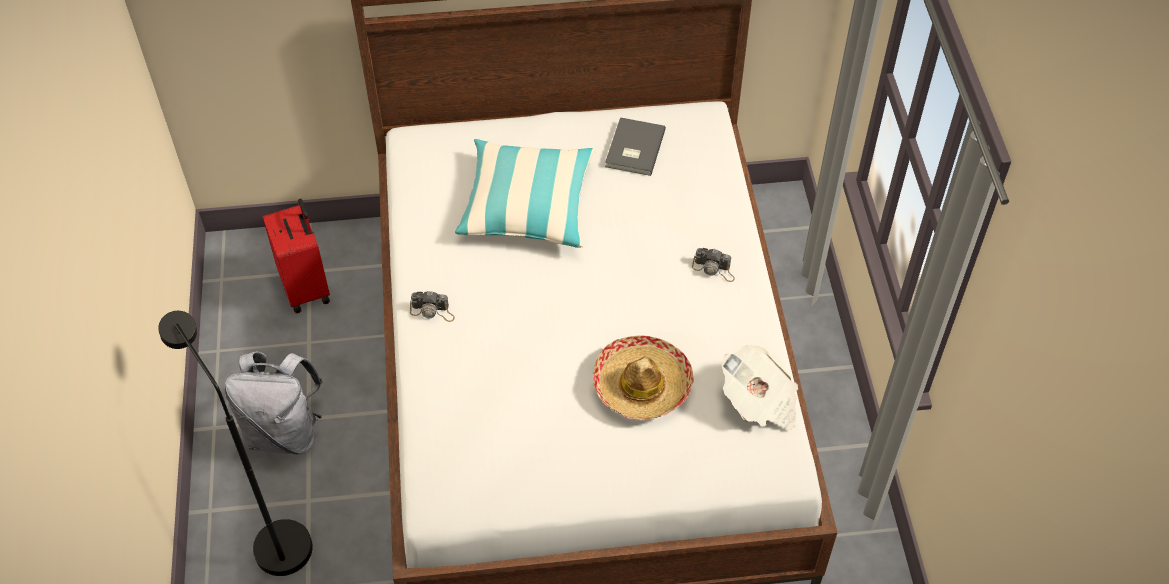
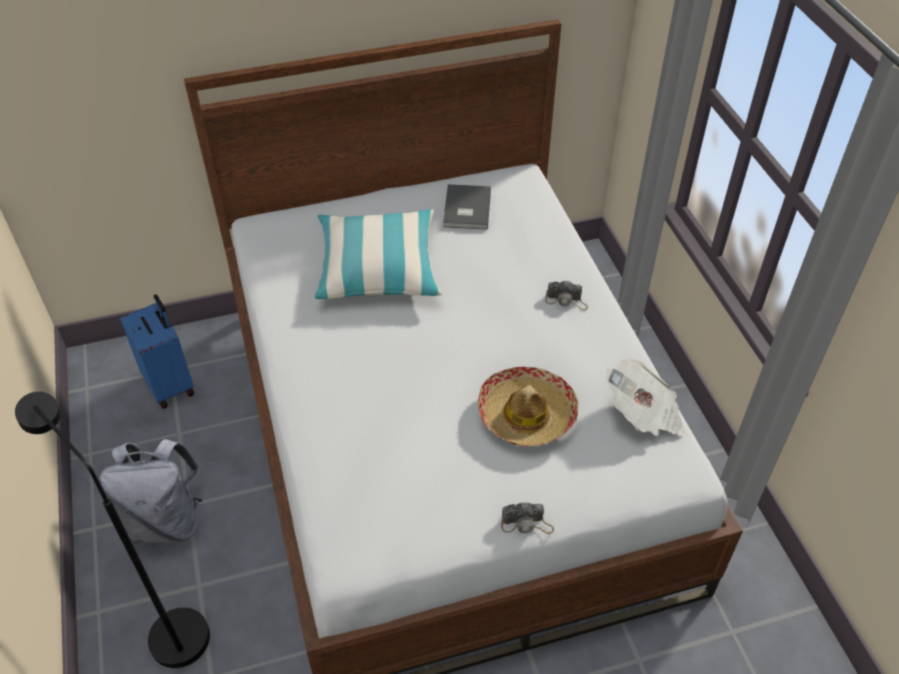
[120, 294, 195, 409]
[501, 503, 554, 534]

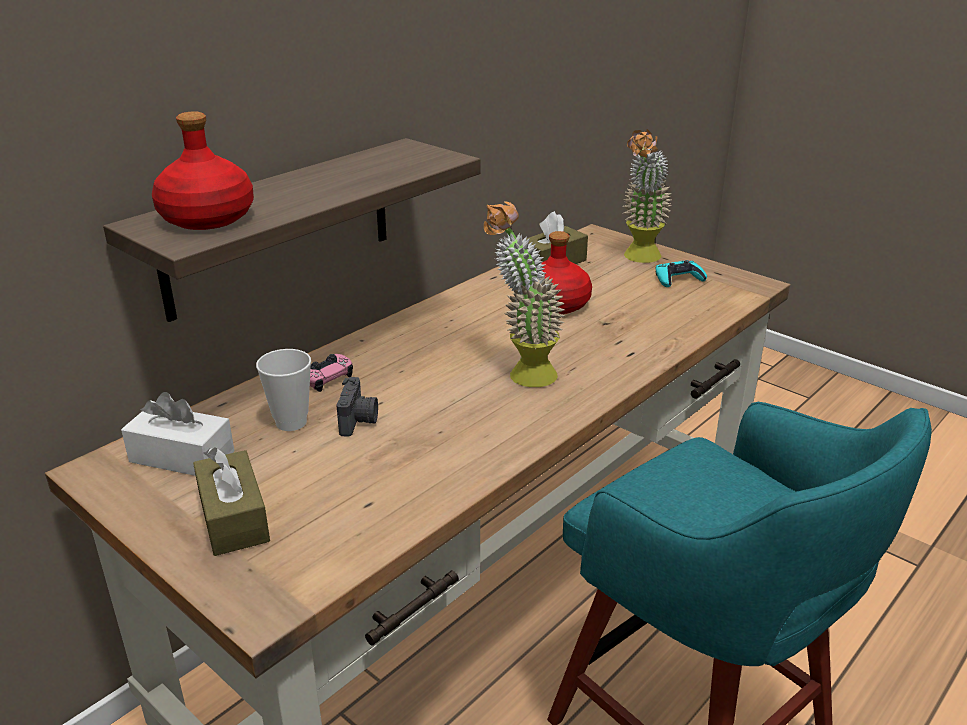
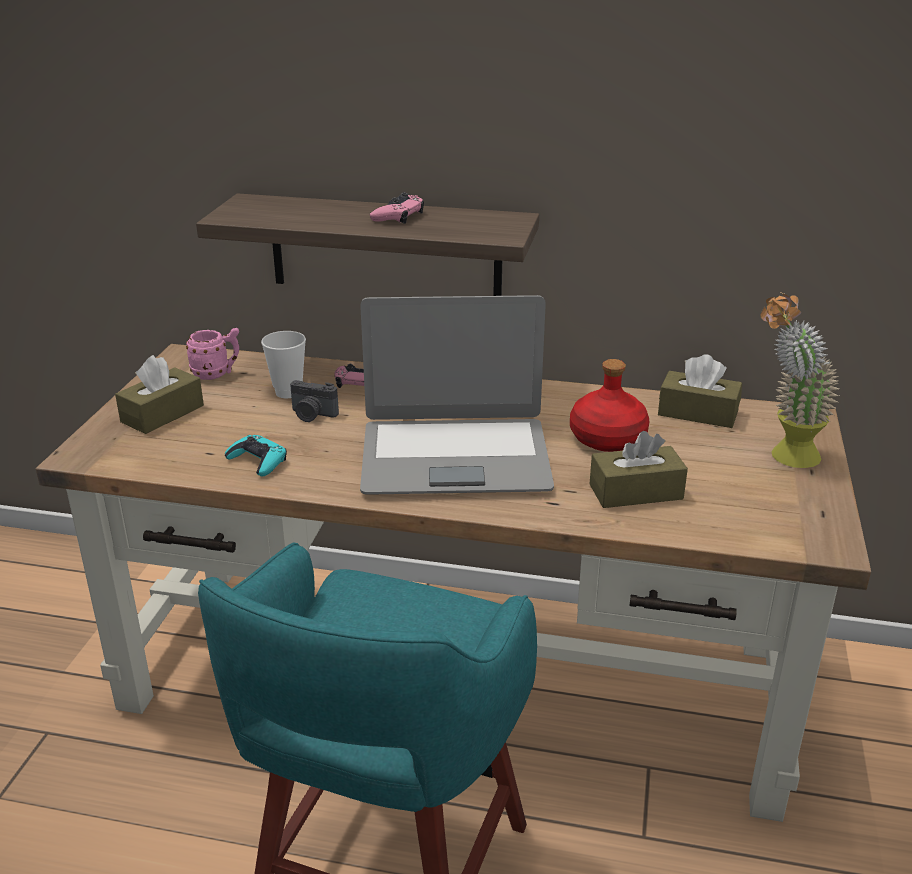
[186, 328, 239, 380]
[225, 435, 287, 476]
[290, 380, 339, 422]
[360, 295, 554, 495]
[370, 192, 424, 224]
[590, 431, 688, 508]
[152, 111, 254, 230] (first image)

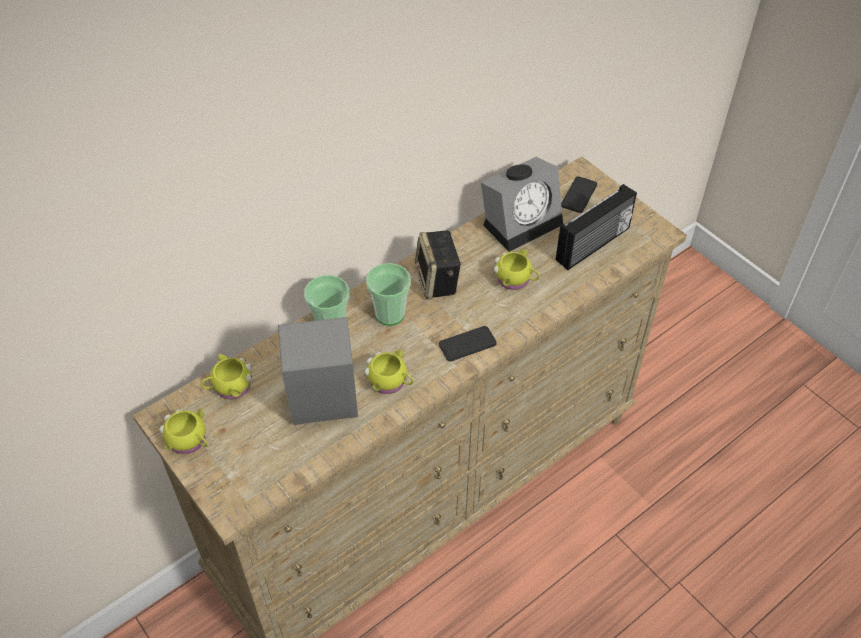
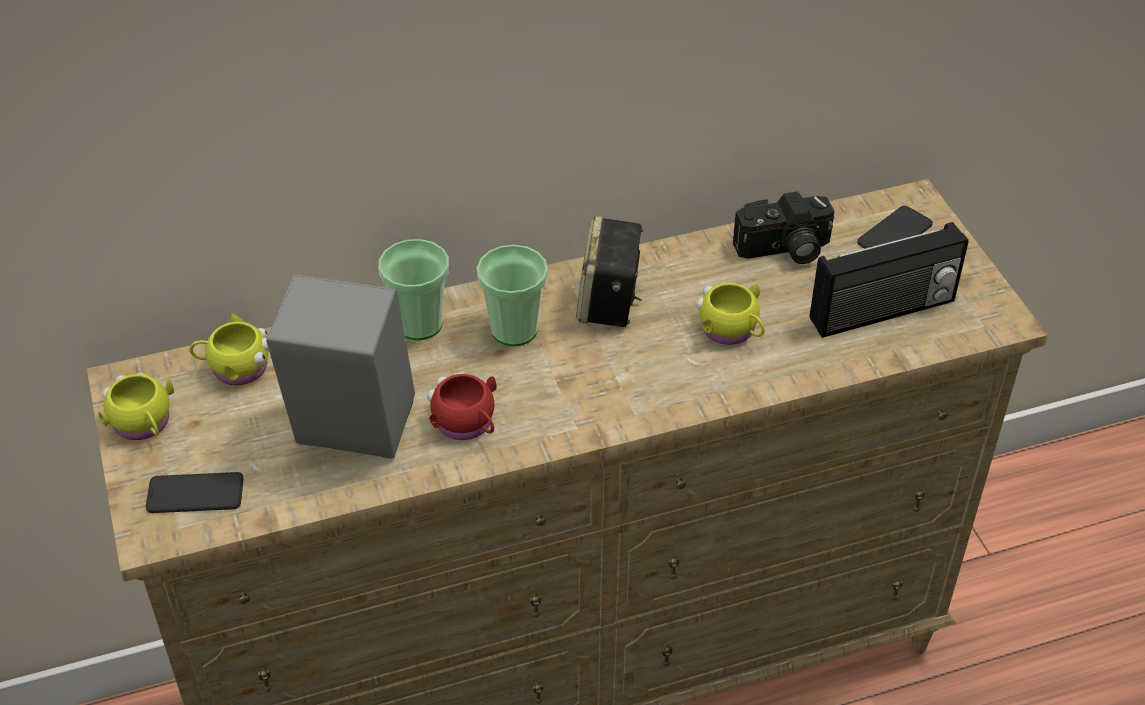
[146, 472, 244, 513]
[427, 373, 497, 440]
[733, 191, 834, 264]

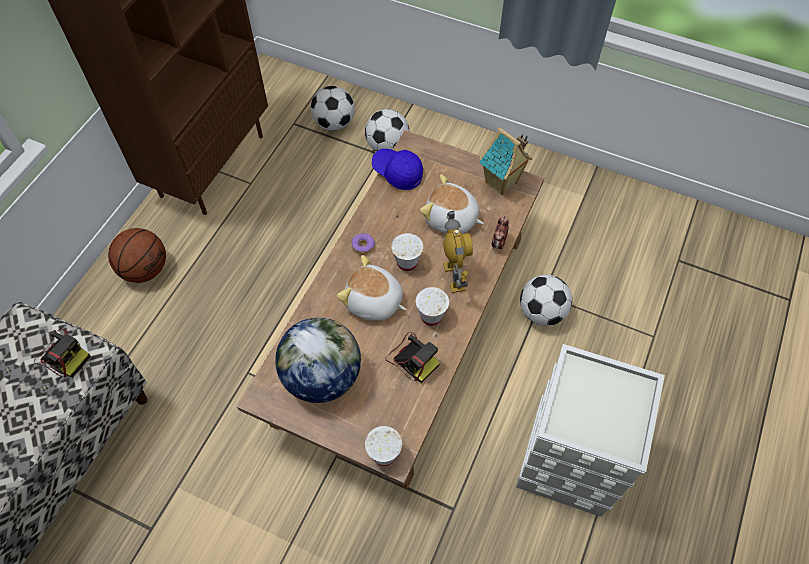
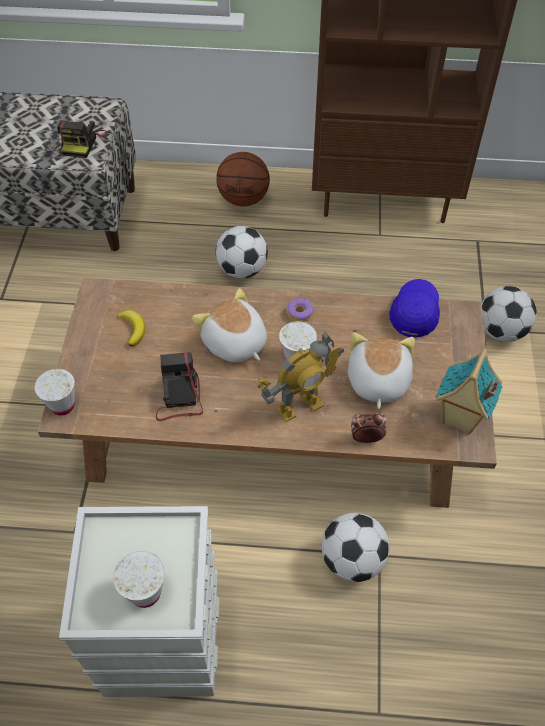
[113, 551, 165, 608]
[117, 310, 145, 347]
[156, 352, 203, 421]
[192, 288, 267, 363]
[216, 226, 268, 279]

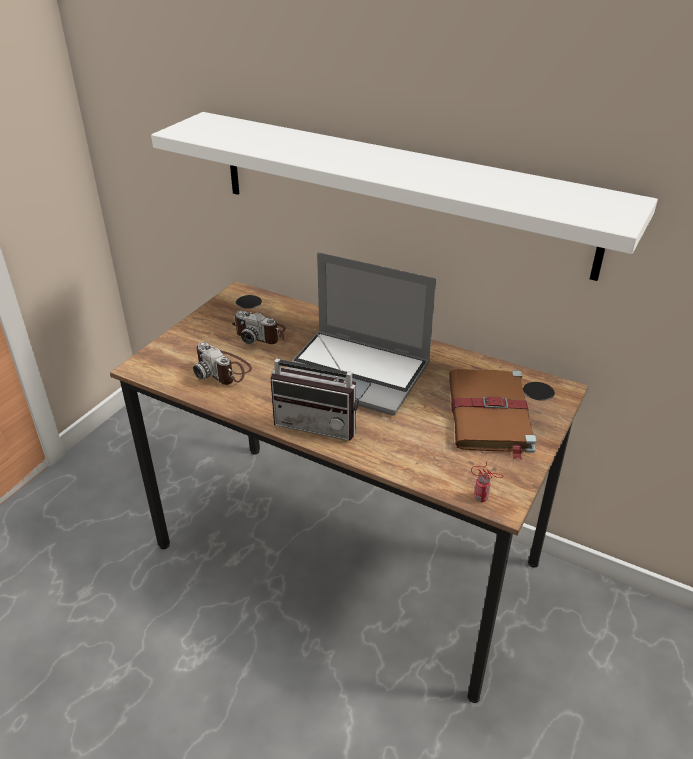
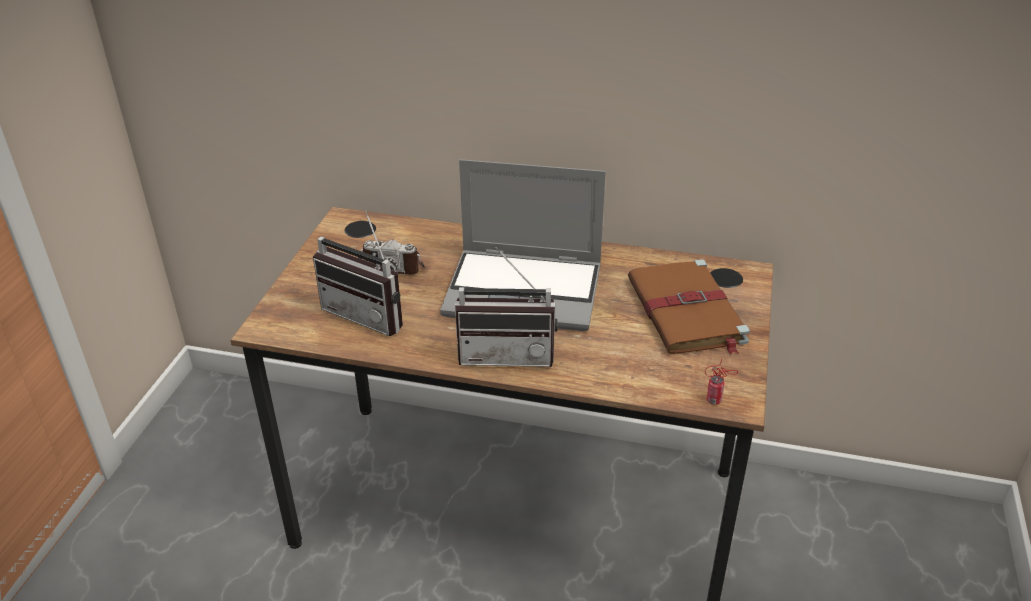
[313, 210, 403, 336]
[151, 112, 658, 281] (first image)

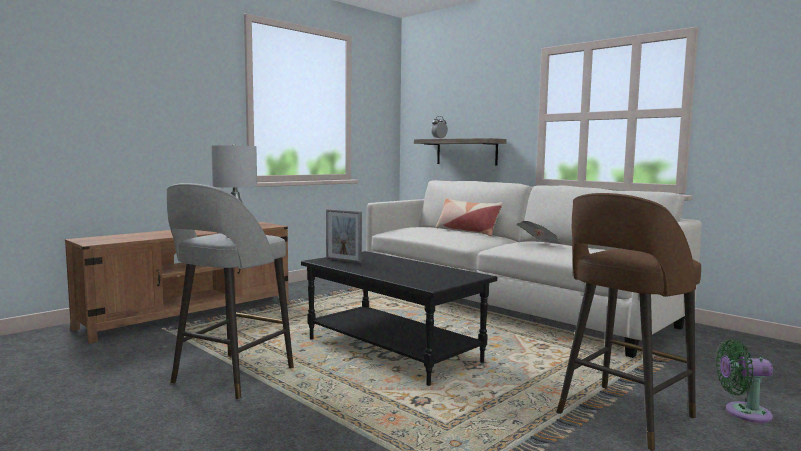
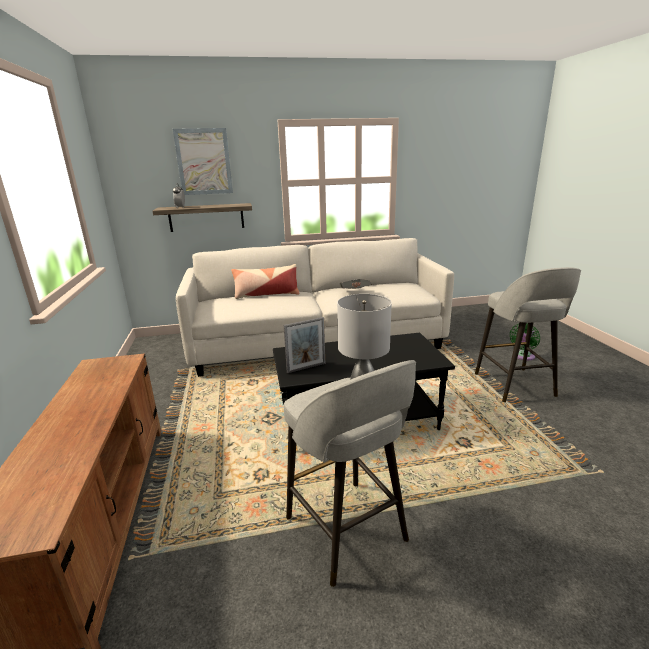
[173, 128, 233, 195]
[475, 267, 581, 402]

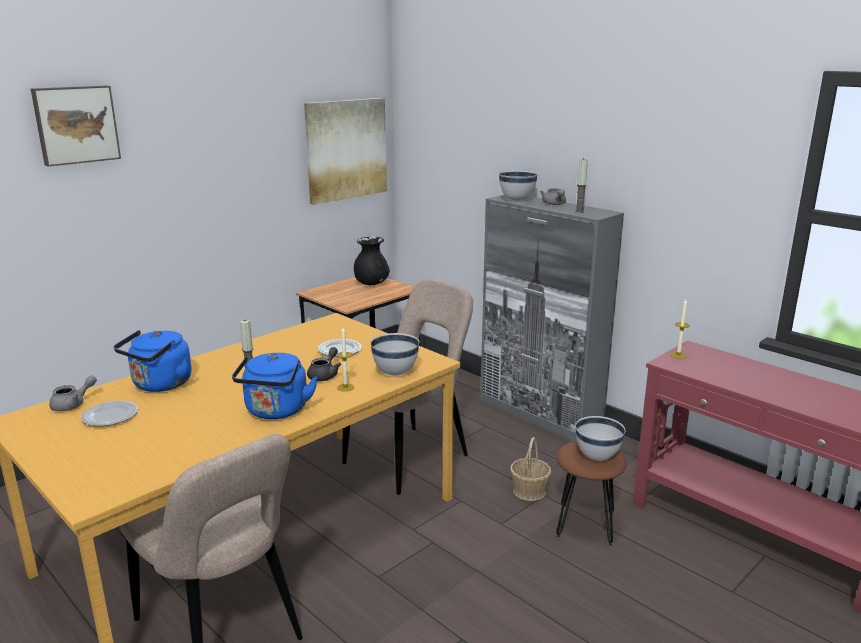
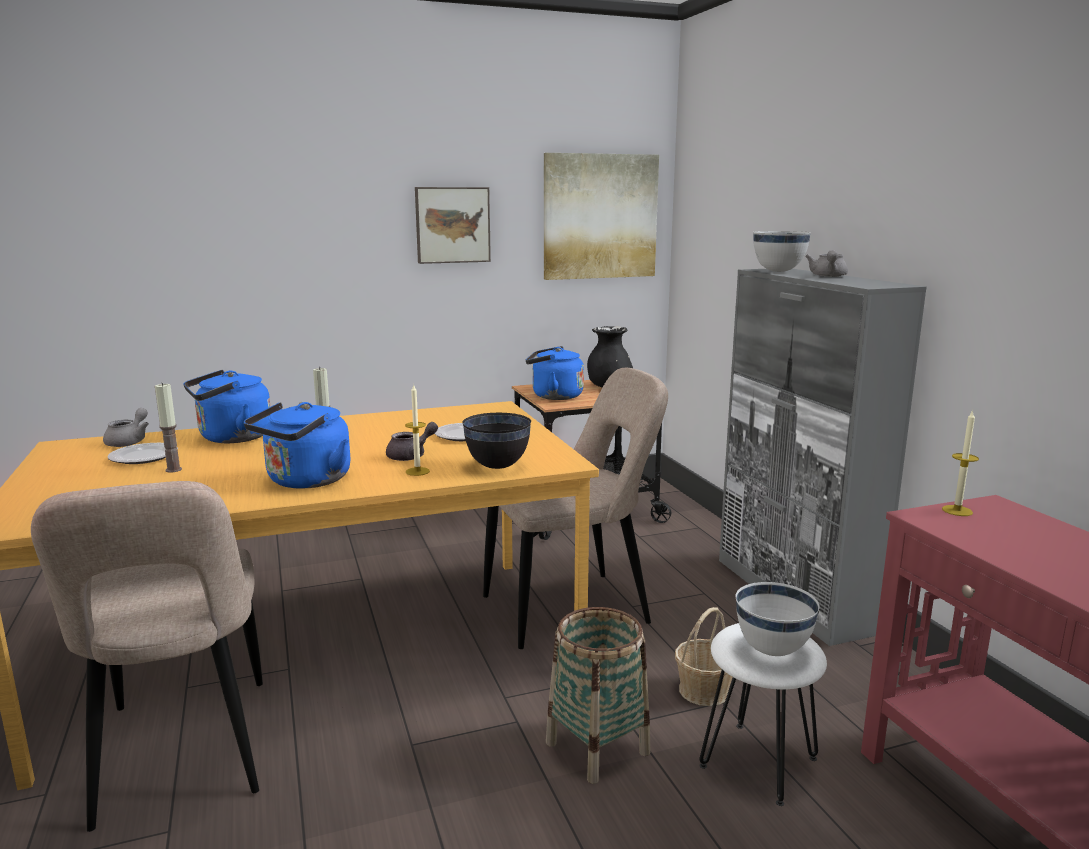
[103, 408, 149, 447]
[155, 383, 182, 473]
[415, 187, 491, 264]
[462, 413, 531, 469]
[526, 346, 584, 400]
[546, 607, 651, 784]
[699, 623, 827, 806]

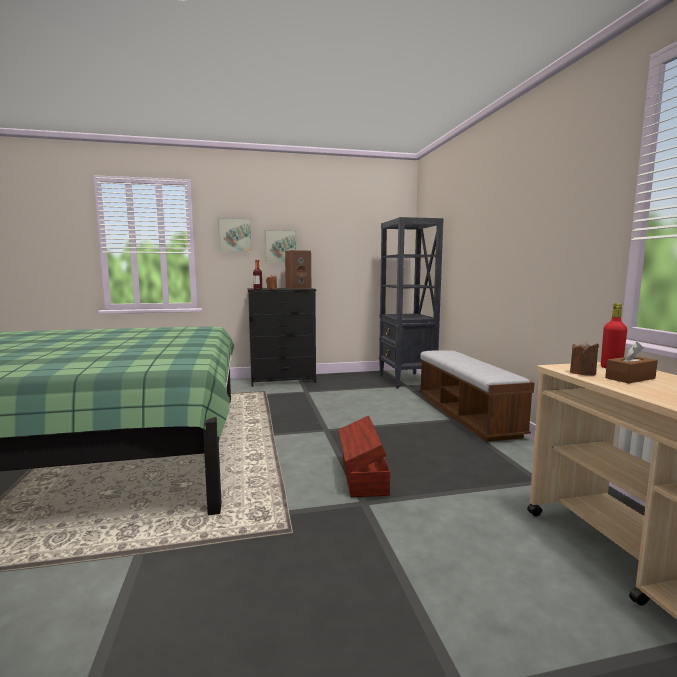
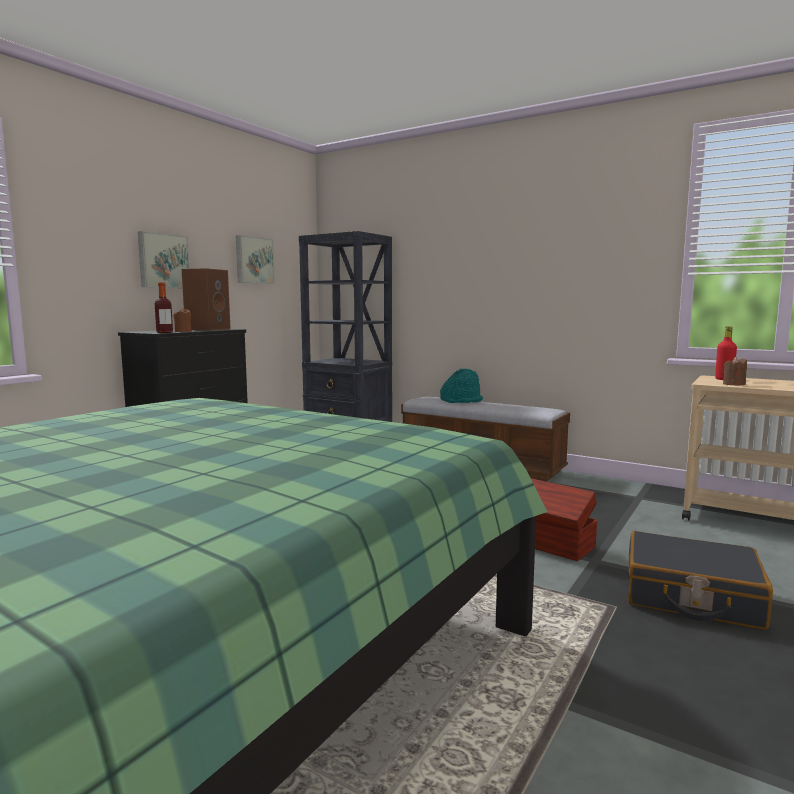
[236, 235, 275, 284]
[440, 369, 483, 403]
[628, 531, 773, 630]
[605, 342, 658, 384] (first image)

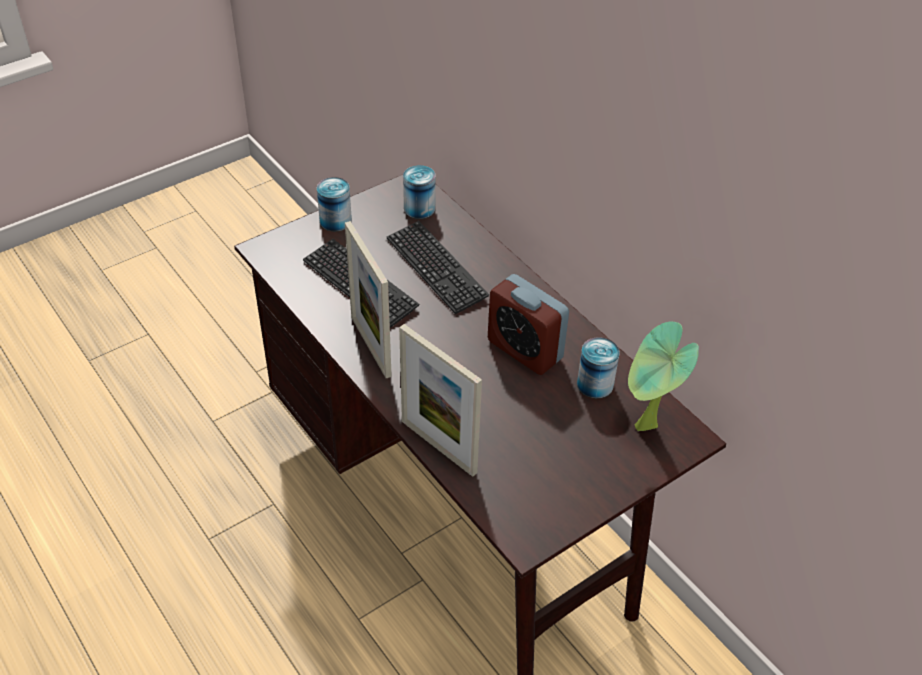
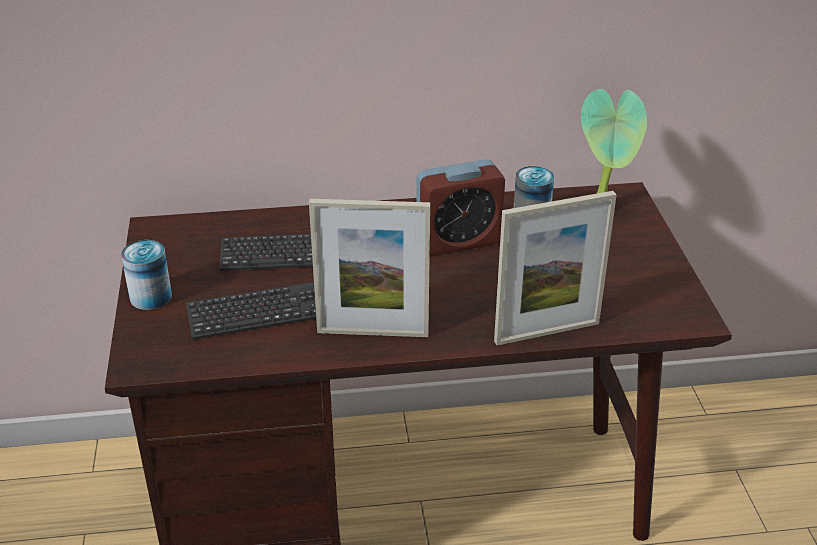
[403, 165, 436, 219] (first image)

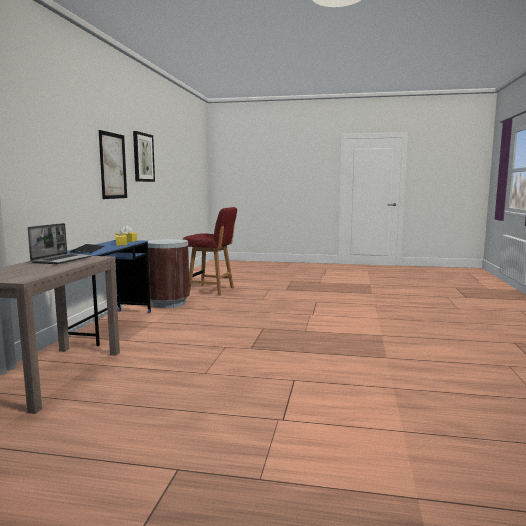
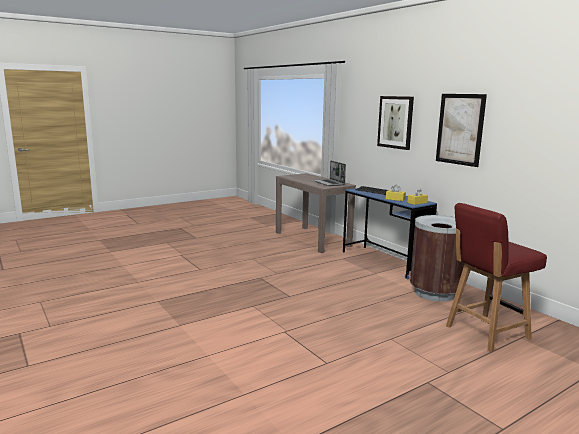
[377, 96, 414, 150]

